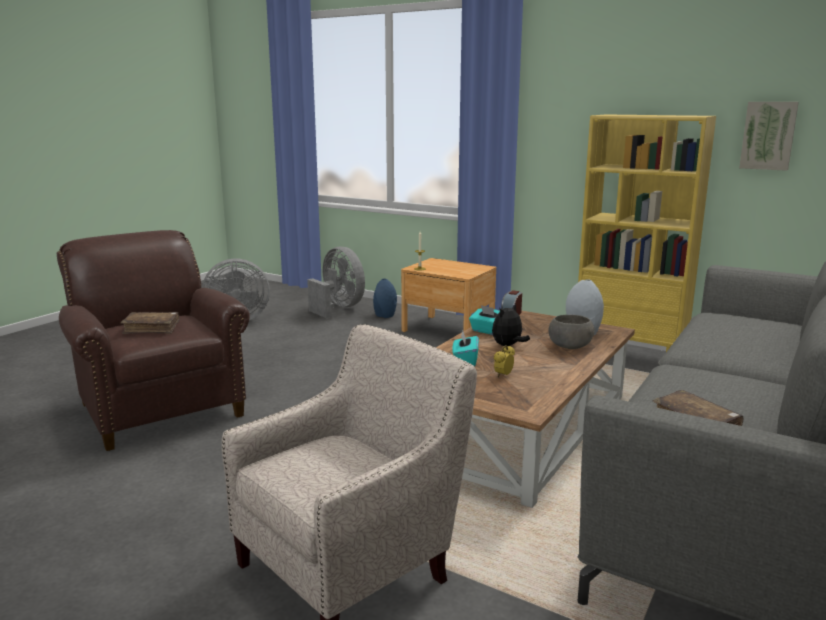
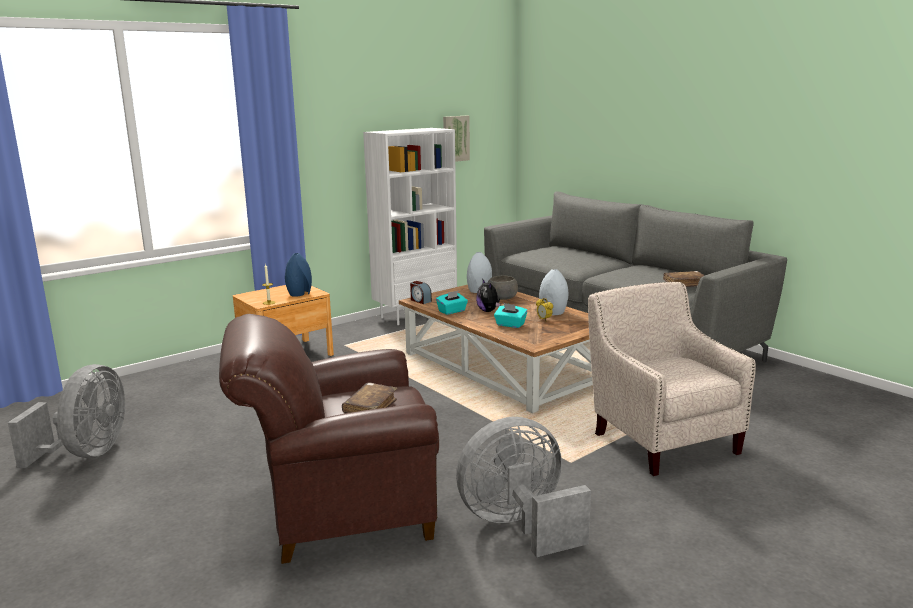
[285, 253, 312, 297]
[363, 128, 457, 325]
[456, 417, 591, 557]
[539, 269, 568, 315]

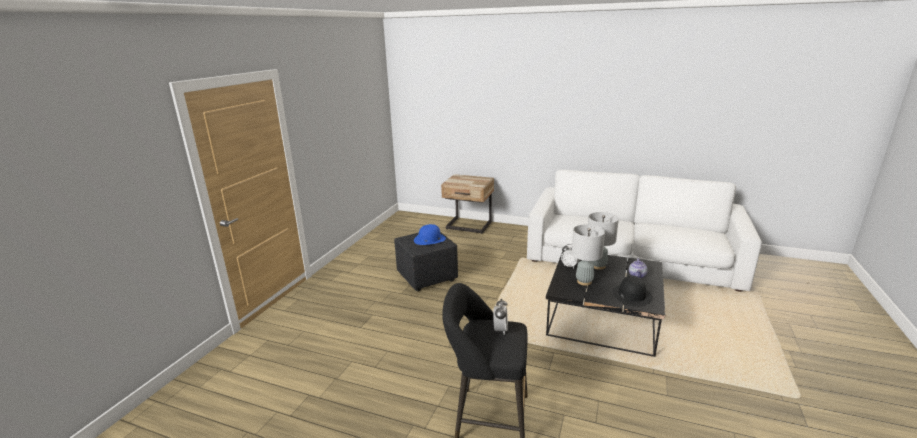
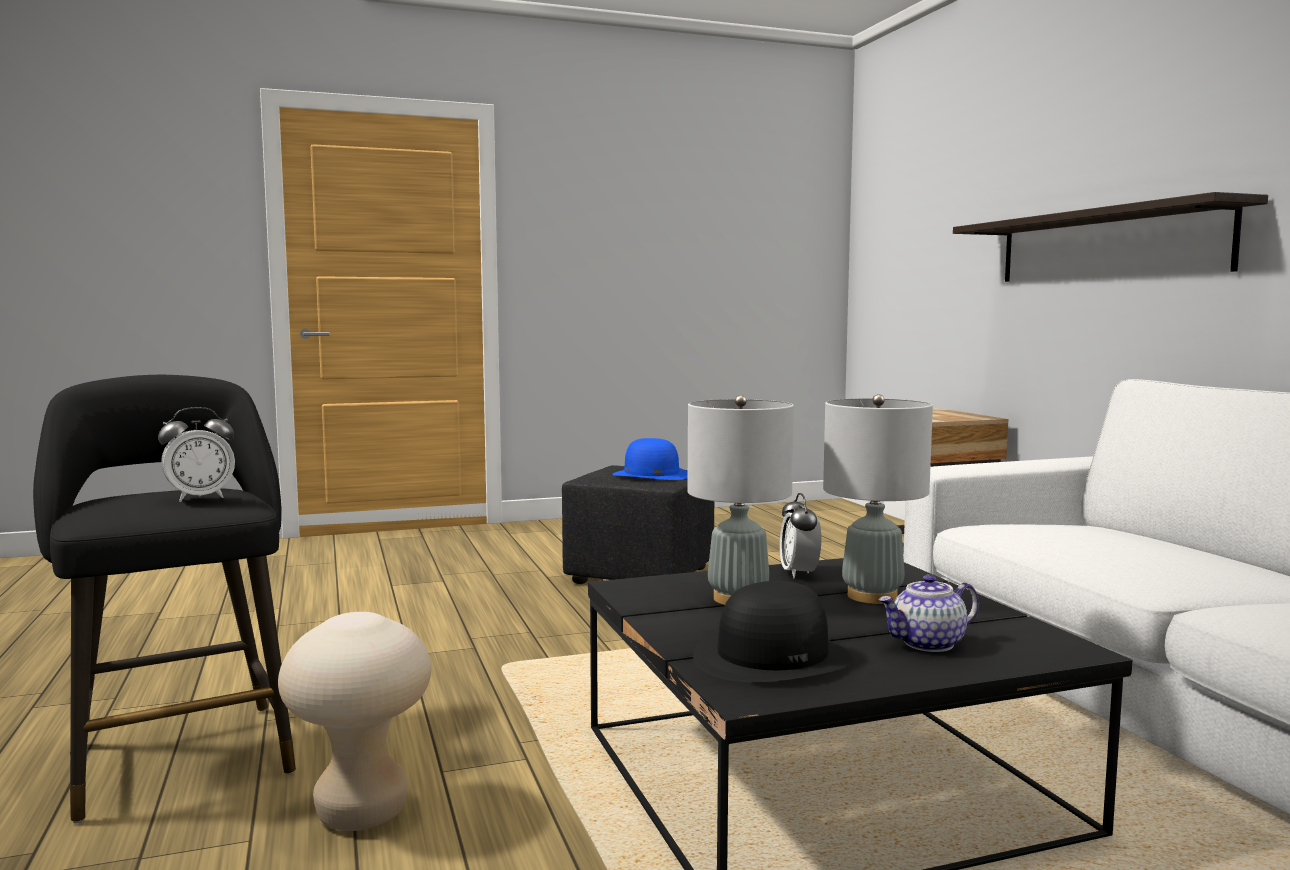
[278, 612, 431, 831]
[953, 192, 1268, 282]

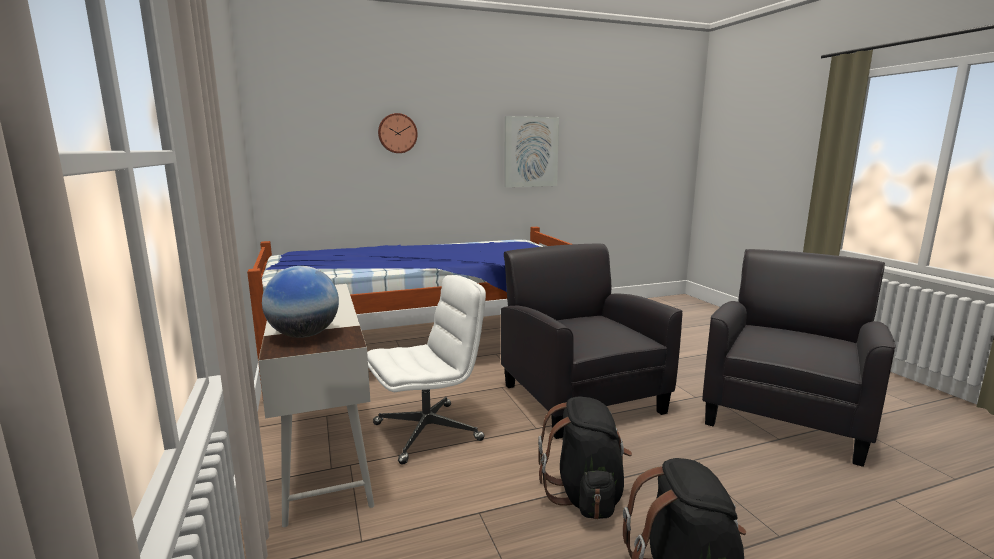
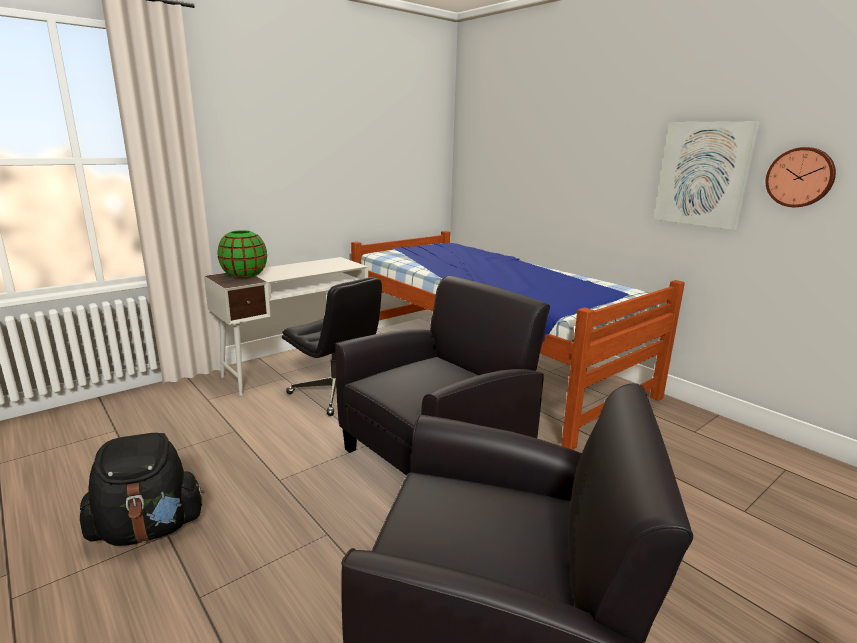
[218, 230, 267, 278]
[282, 277, 382, 416]
[765, 147, 836, 207]
[538, 396, 632, 520] (first image)

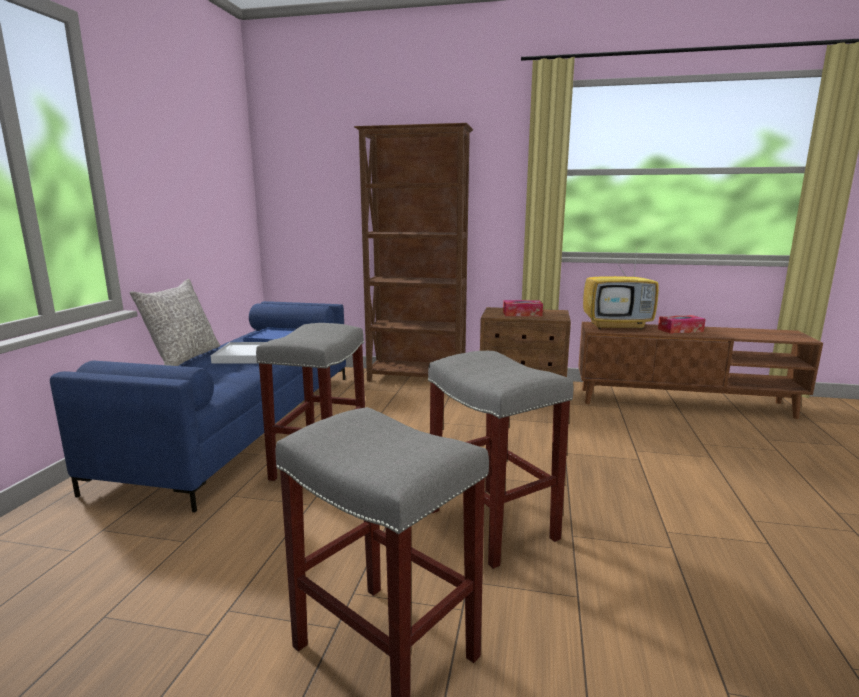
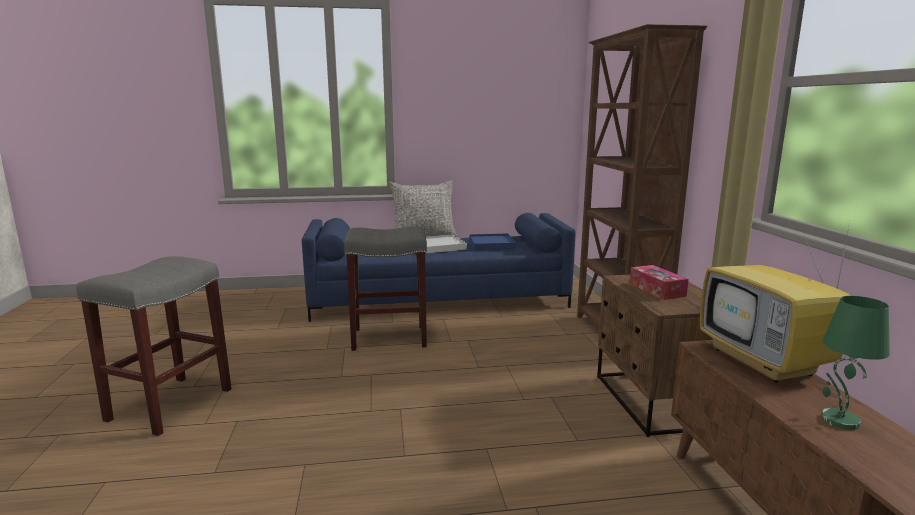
[821, 296, 890, 430]
[428, 351, 573, 569] (first image)

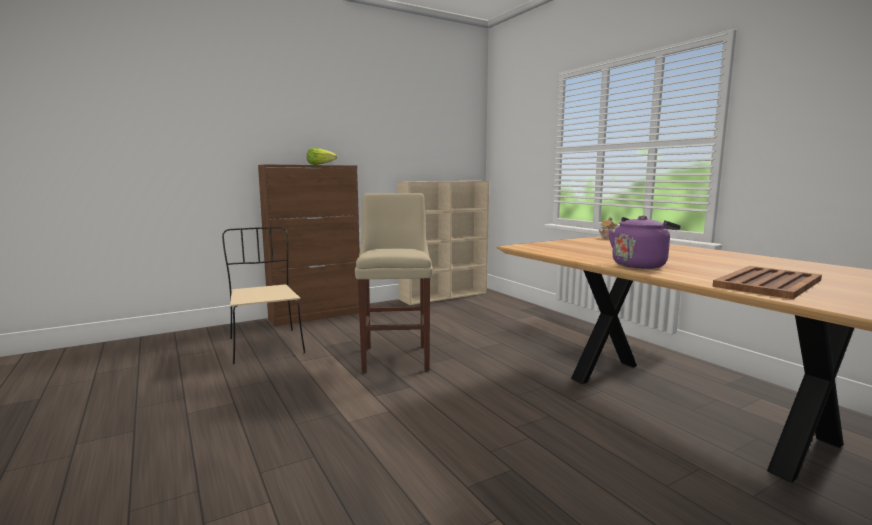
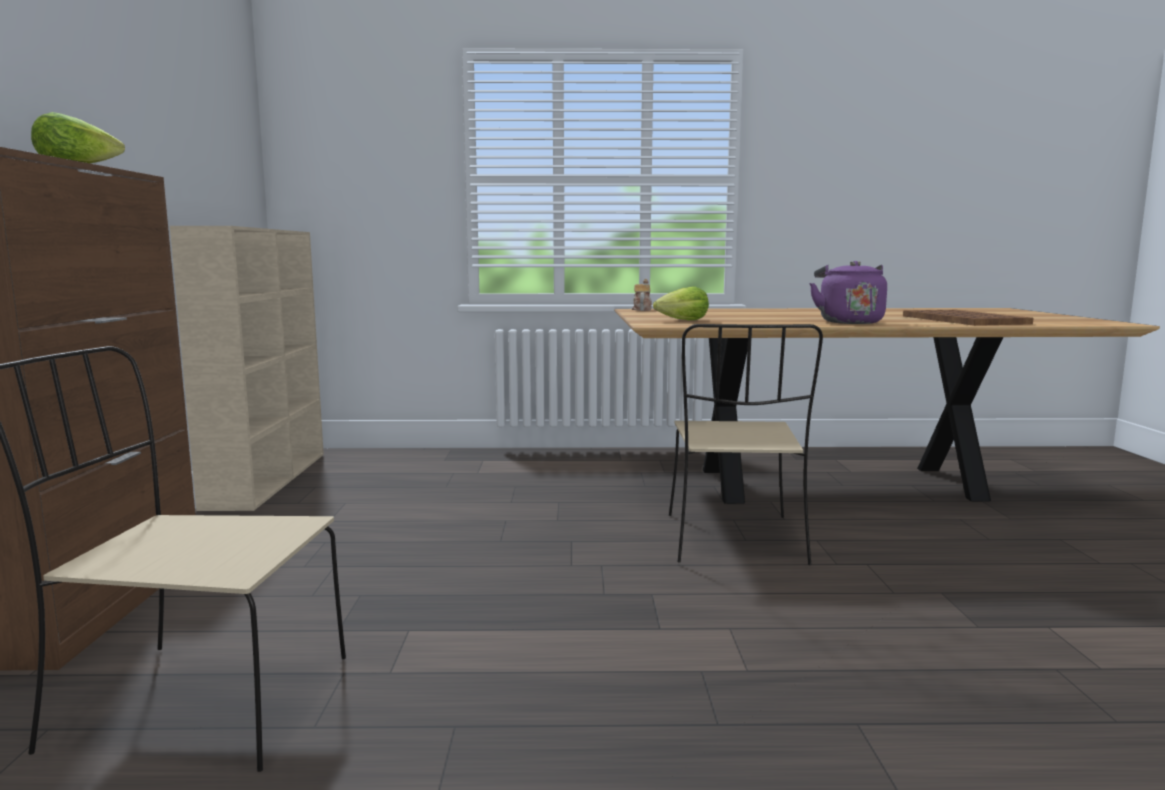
[653, 286, 709, 320]
[669, 324, 823, 565]
[355, 193, 433, 373] (first image)

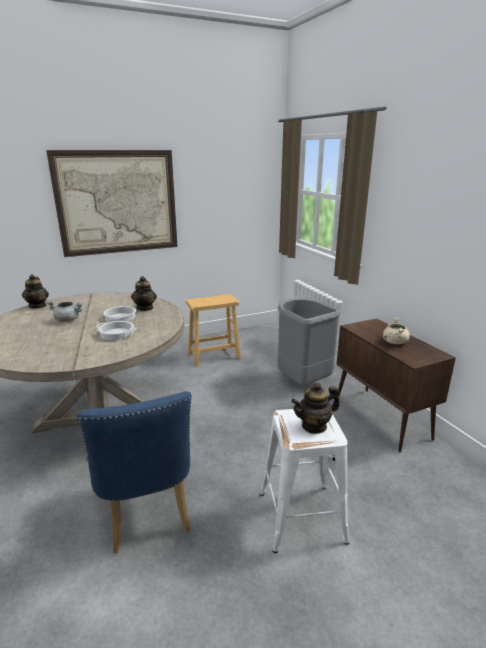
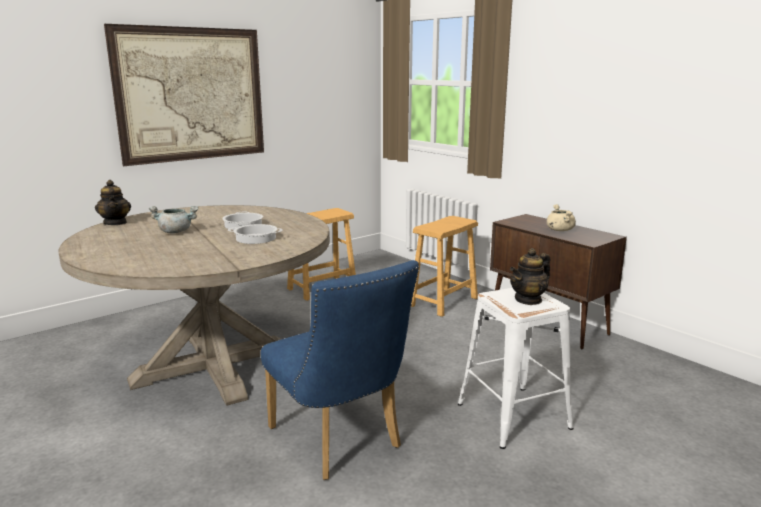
[411, 216, 478, 317]
[131, 276, 157, 311] (first image)

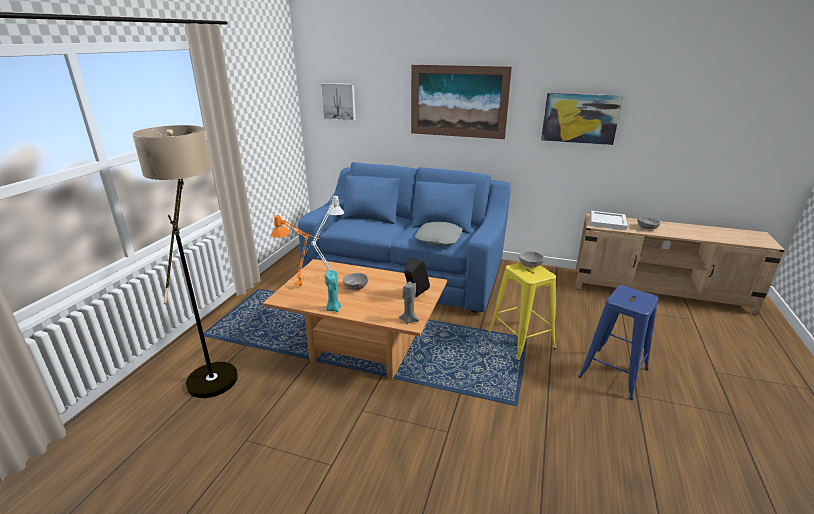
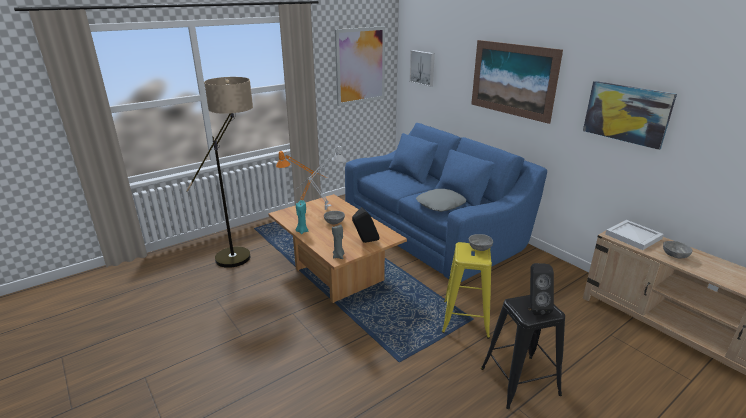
[335, 26, 385, 106]
[481, 295, 565, 409]
[530, 263, 554, 315]

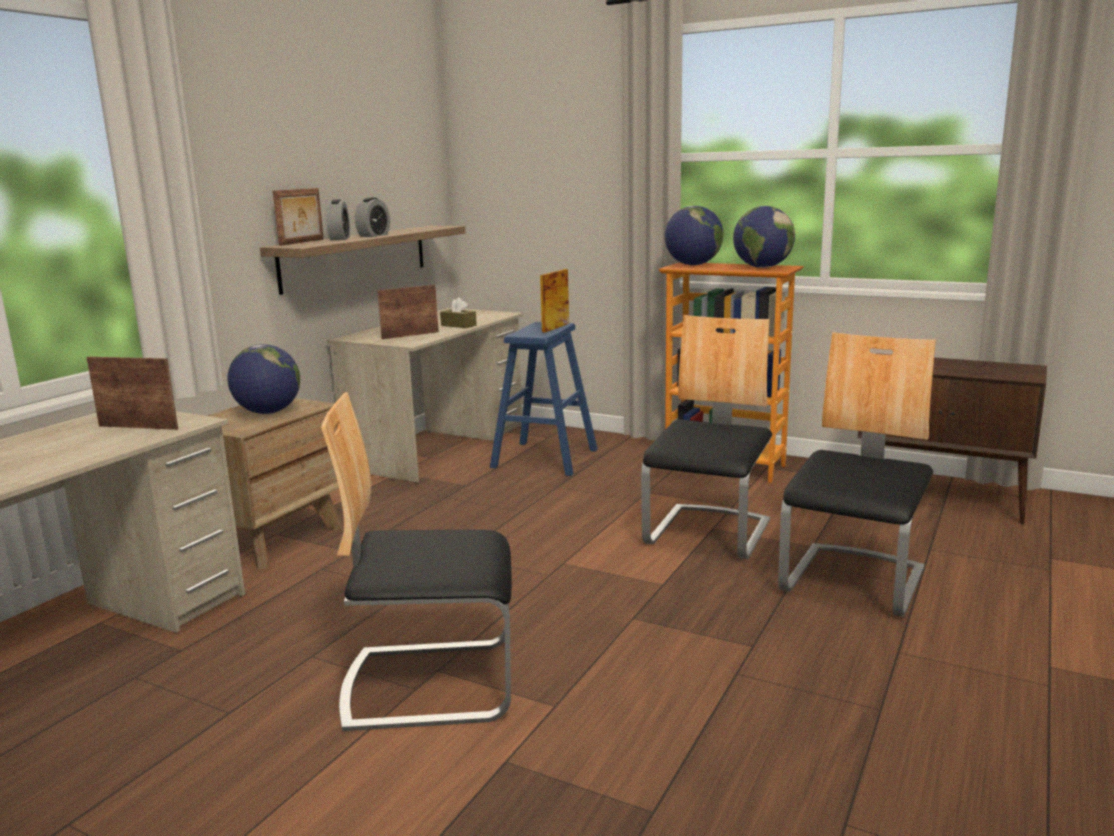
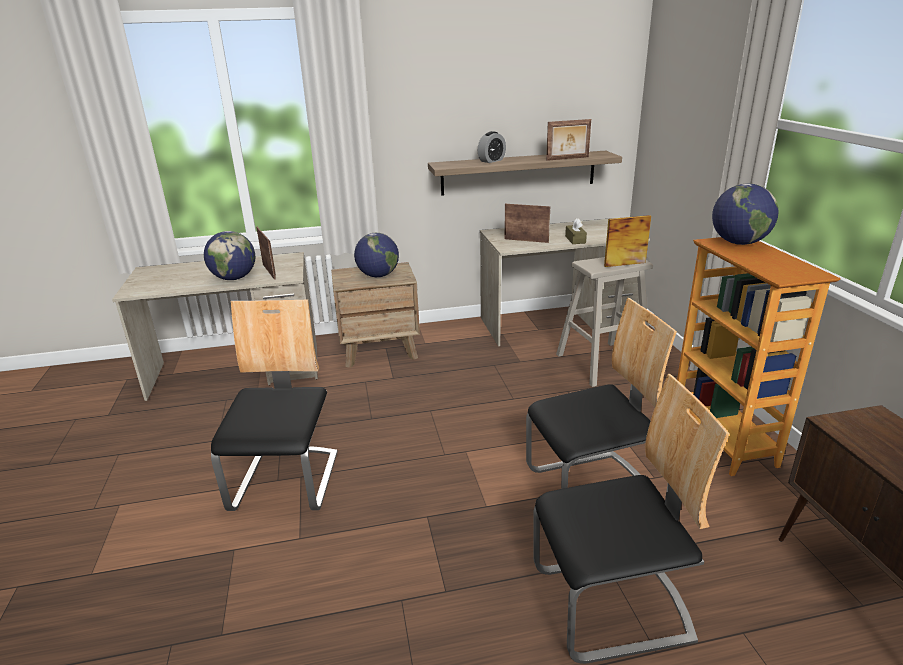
[204, 231, 255, 280]
[211, 299, 338, 511]
[546, 119, 591, 161]
[556, 257, 653, 387]
[355, 197, 390, 237] (first image)

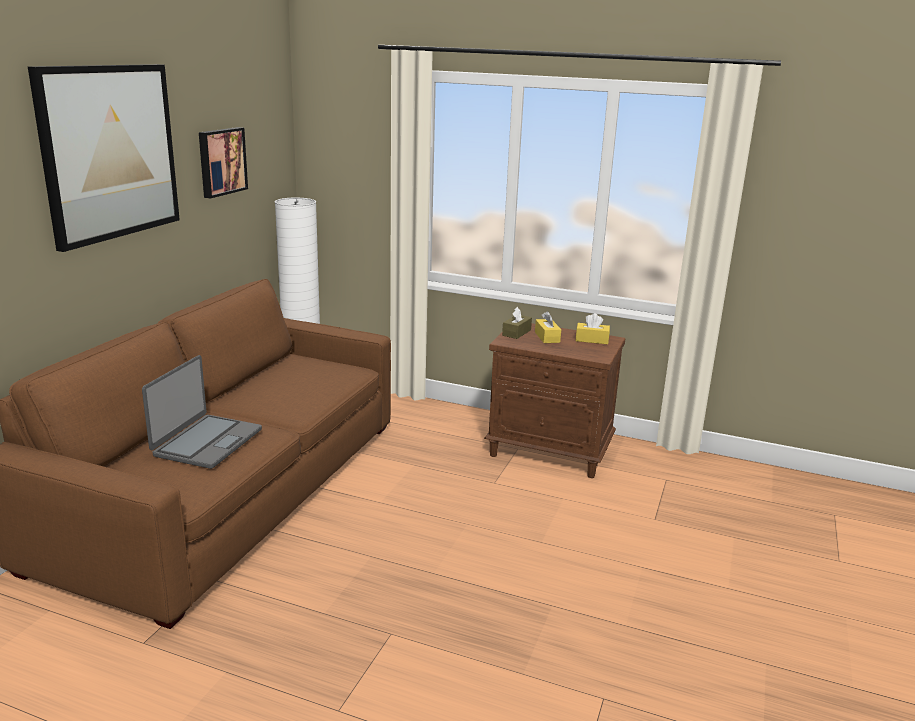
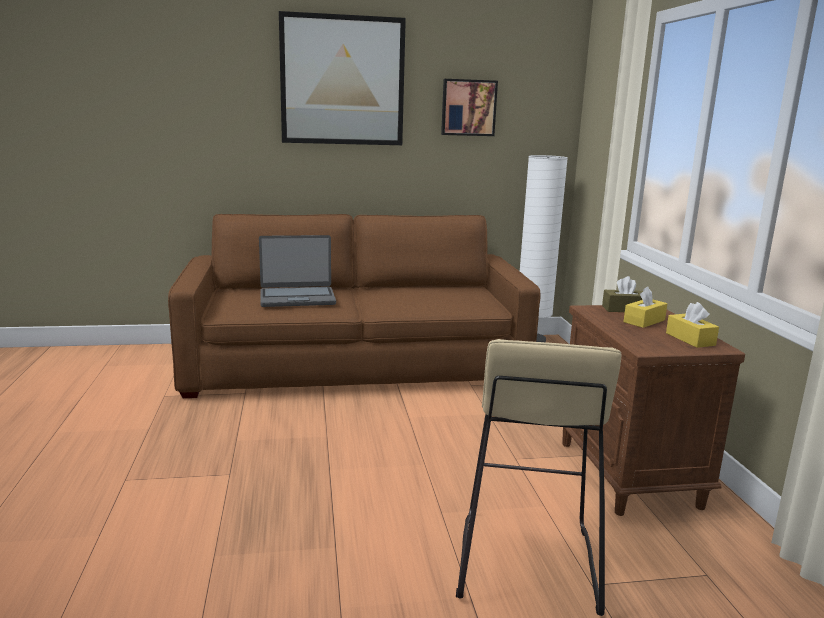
[456, 339, 621, 616]

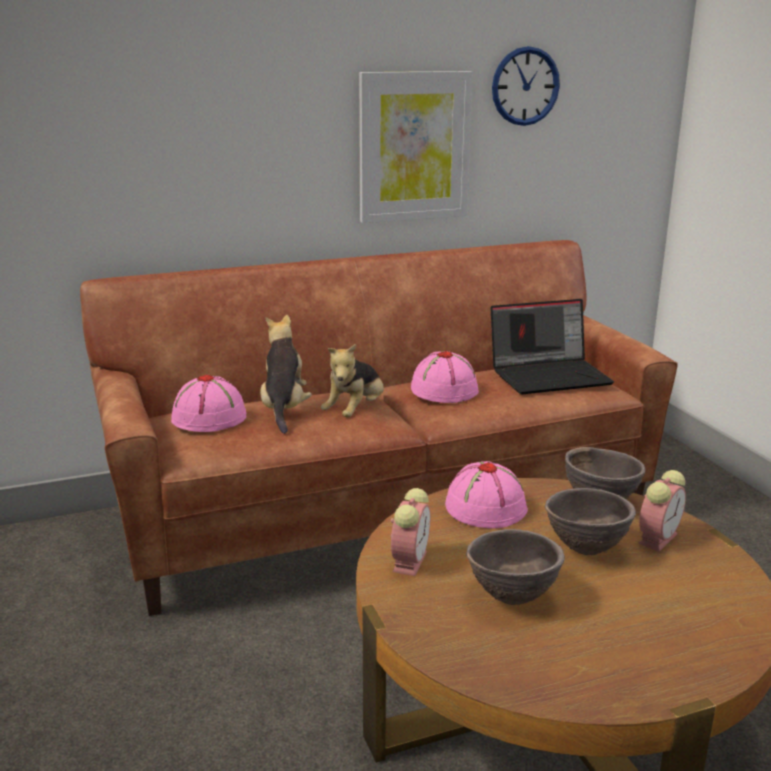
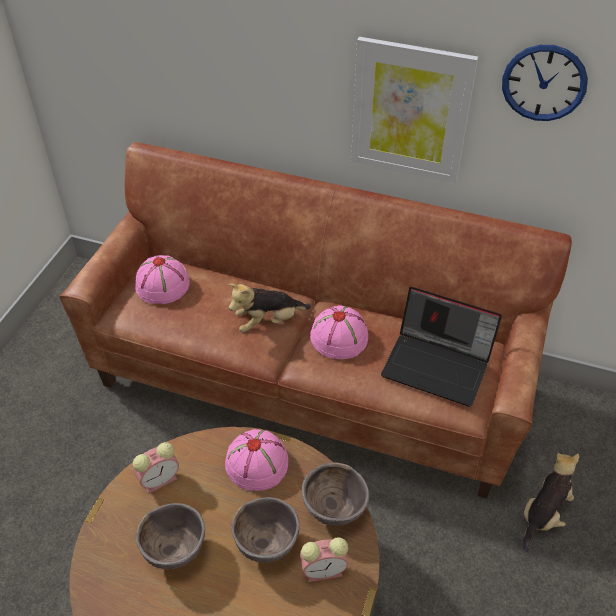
[523, 453, 579, 552]

